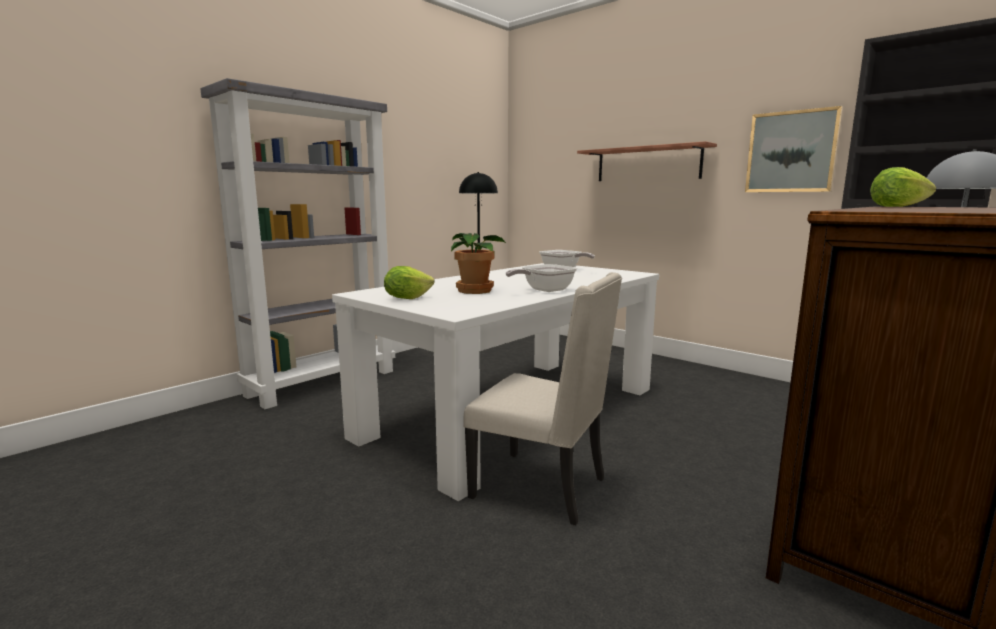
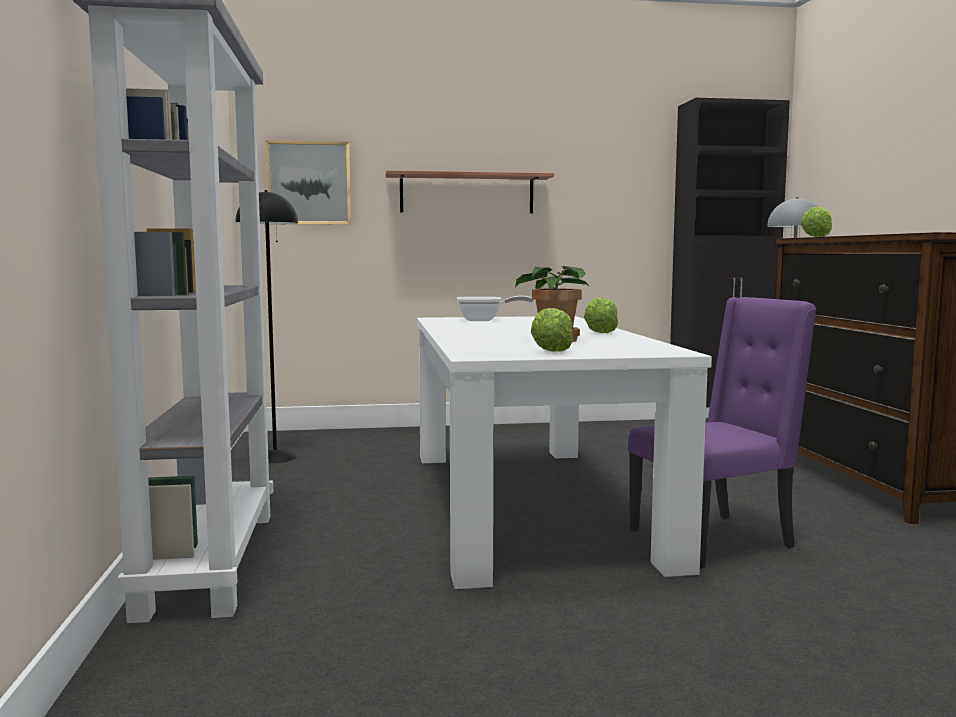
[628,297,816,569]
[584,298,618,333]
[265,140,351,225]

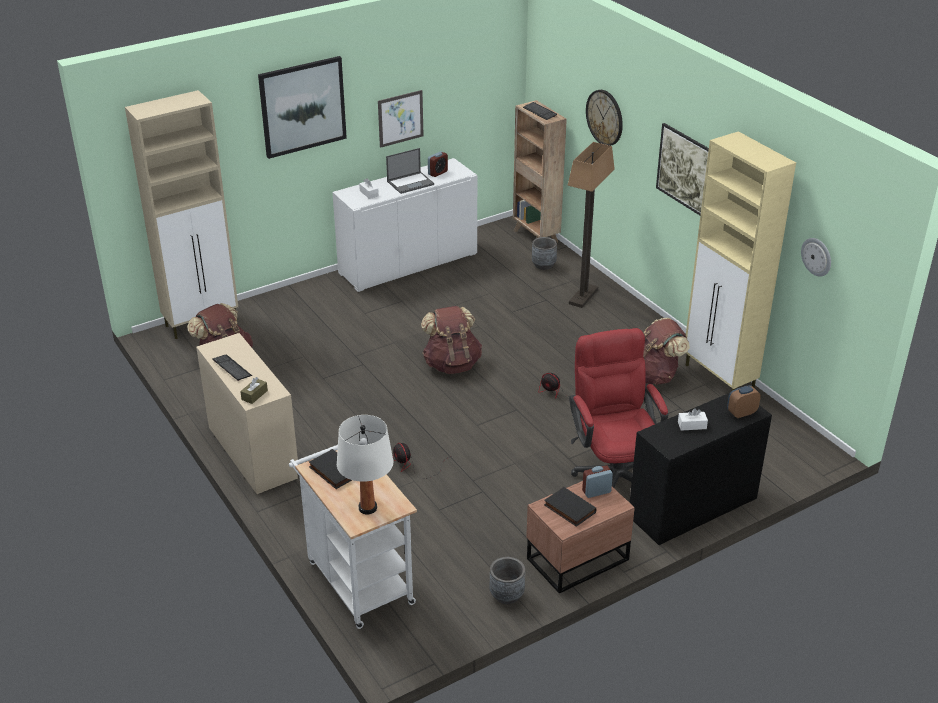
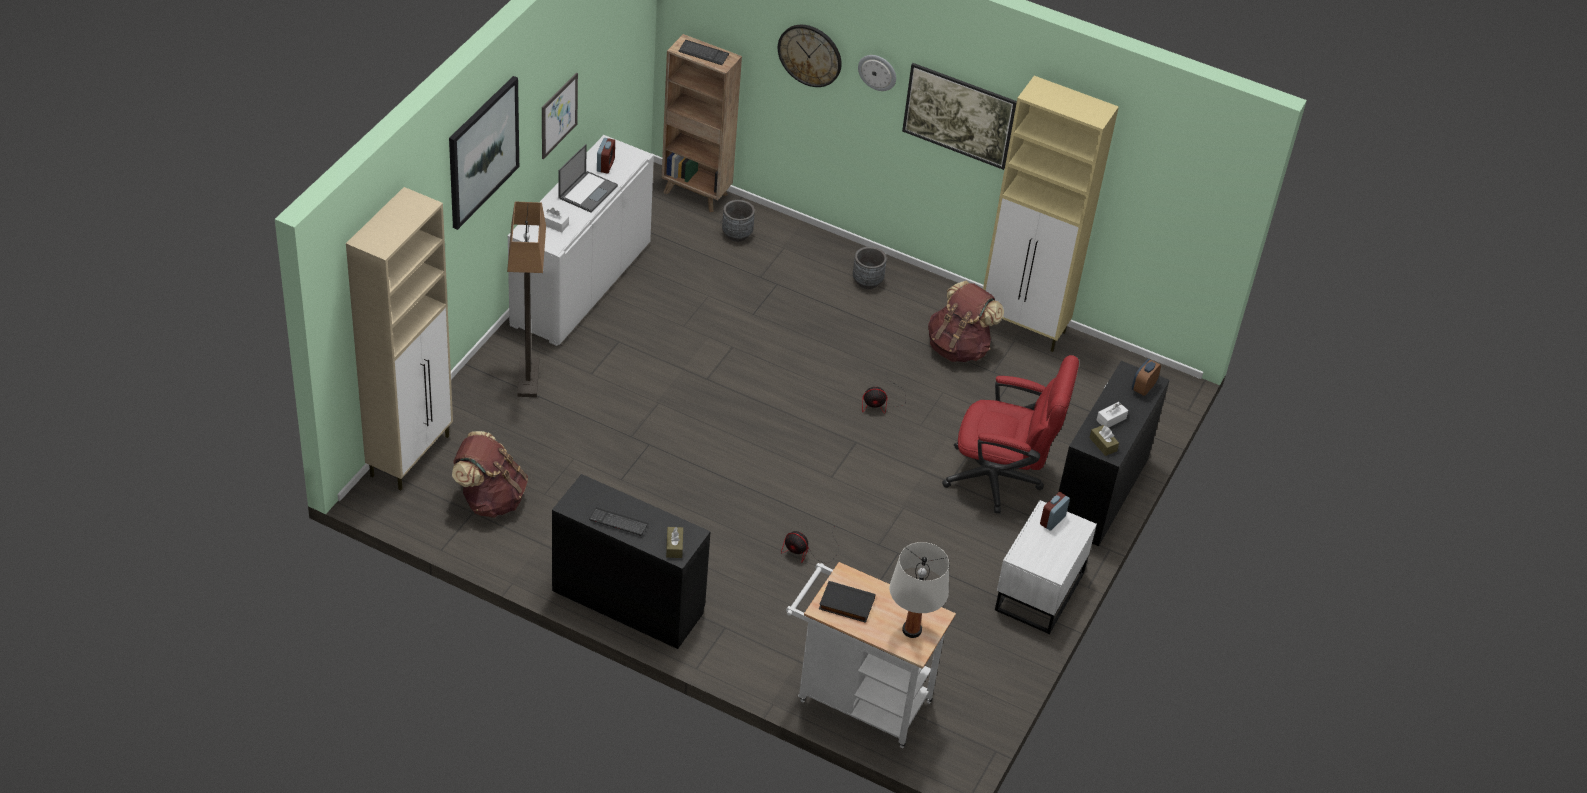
[552,474,711,649]
[421,306,482,374] (first image)
[853,247,887,289]
[995,500,1097,634]
[544,487,597,527] (first image)
[507,202,546,397]
[942,355,1079,513]
[858,55,896,91]
[1090,425,1119,456]

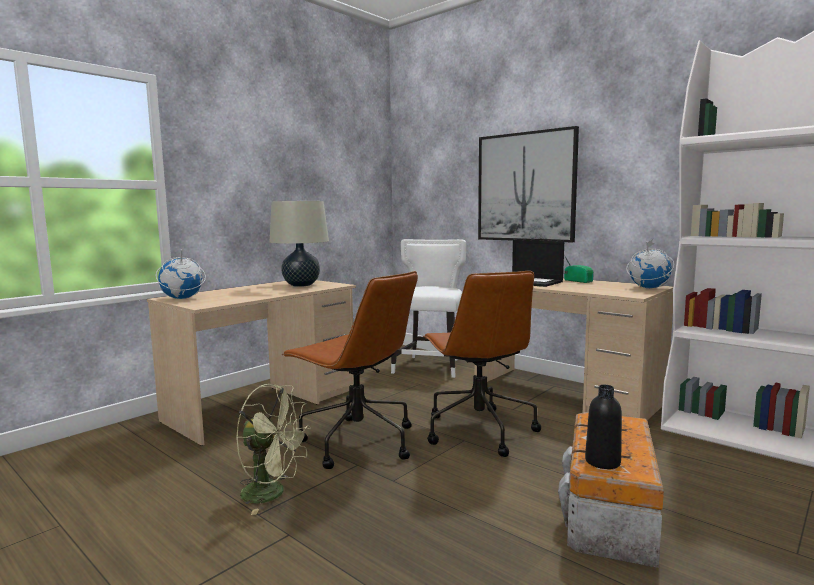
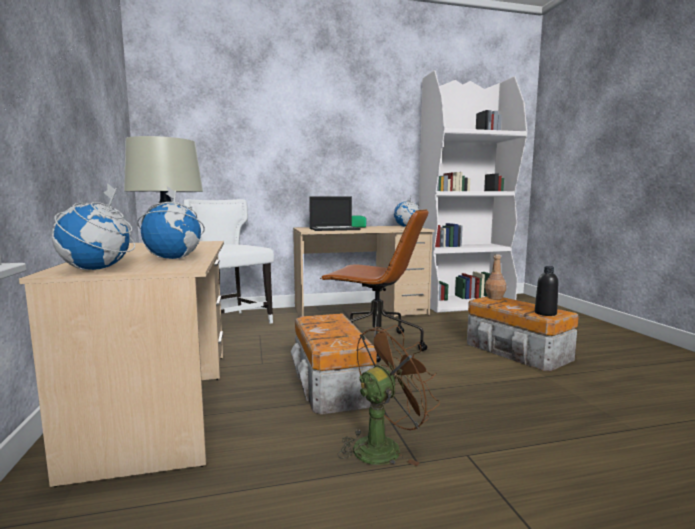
[338,325,440,466]
[291,313,377,415]
[478,126,579,242] (first image)
[137,187,205,259]
[485,254,506,299]

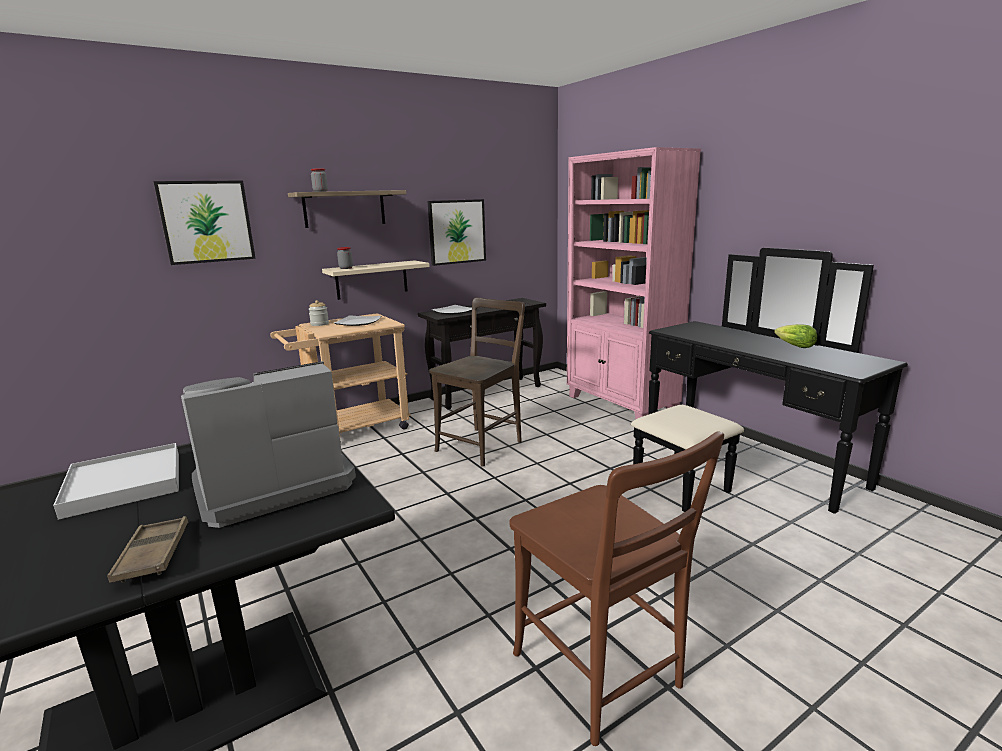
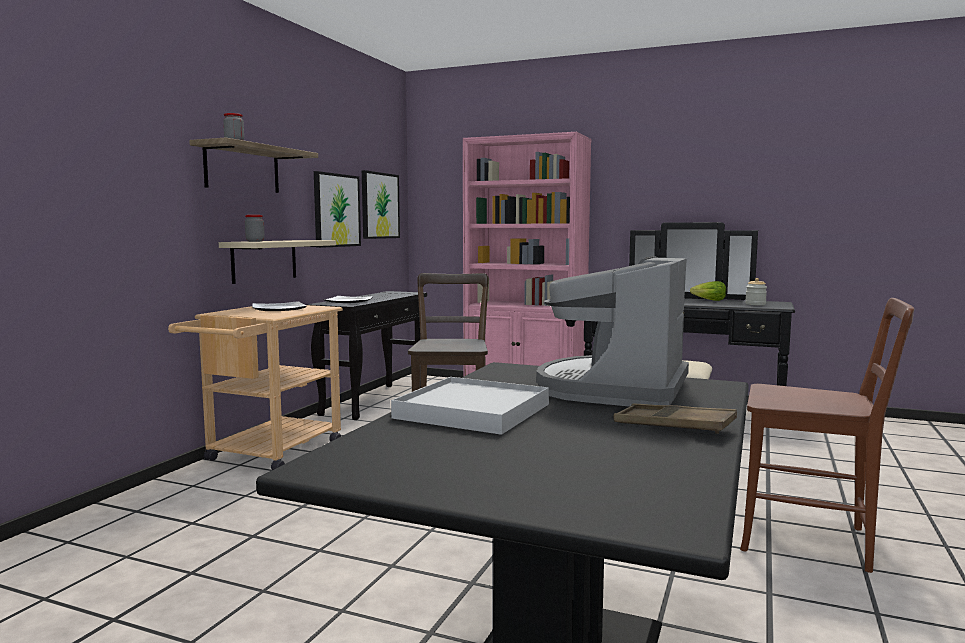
[362,170,400,239]
[745,278,767,305]

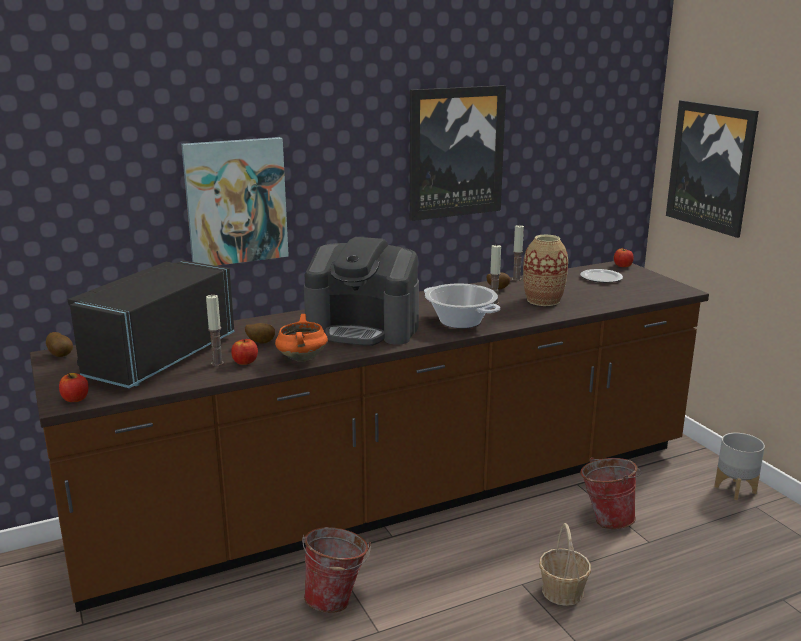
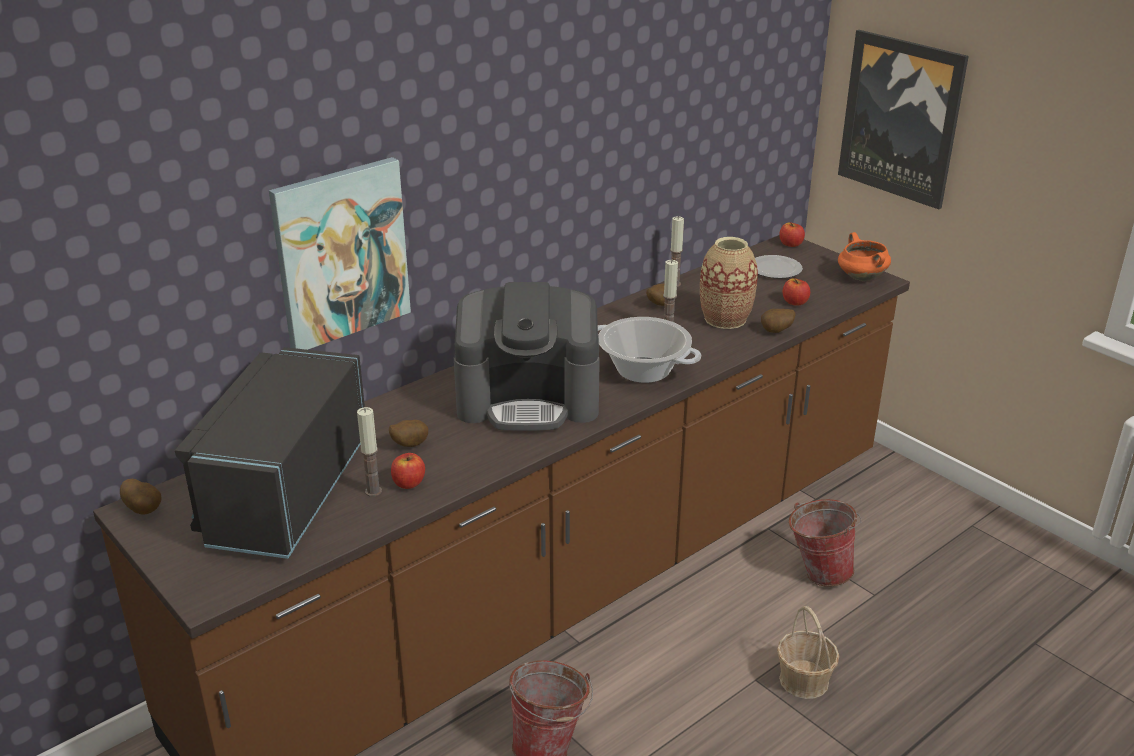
[783,278,810,306]
[838,232,891,281]
[410,85,506,221] (first image)
[714,433,765,500] (first image)
[761,309,796,333]

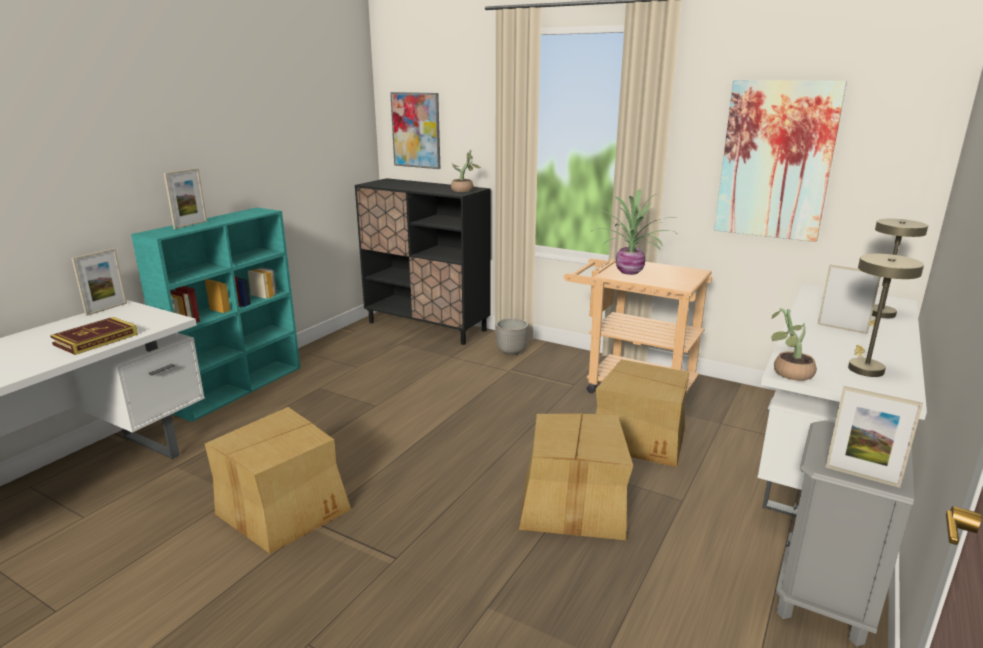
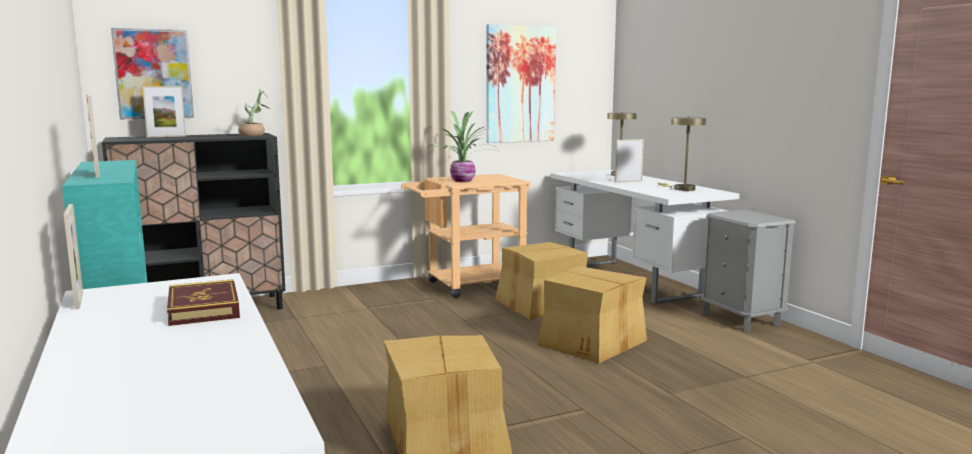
[495,318,528,356] (first image)
[771,308,817,381] (first image)
[142,86,186,137]

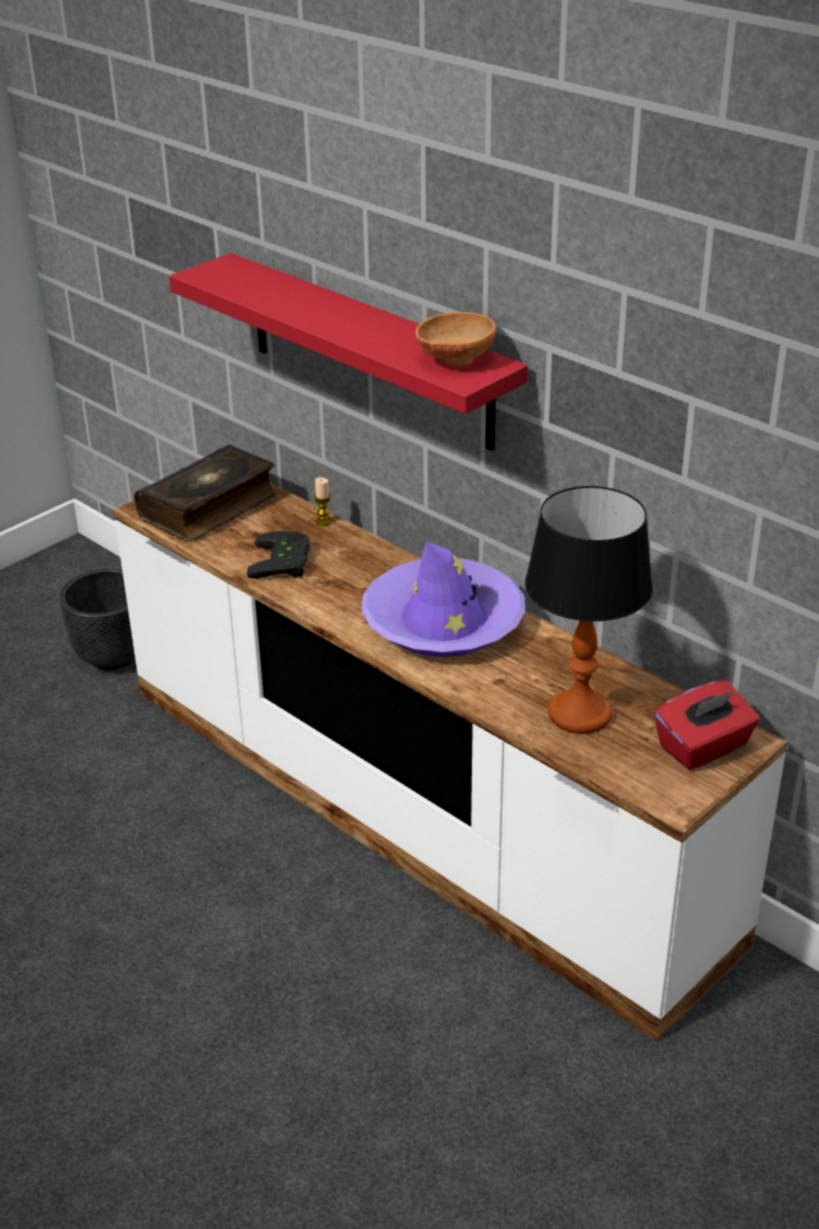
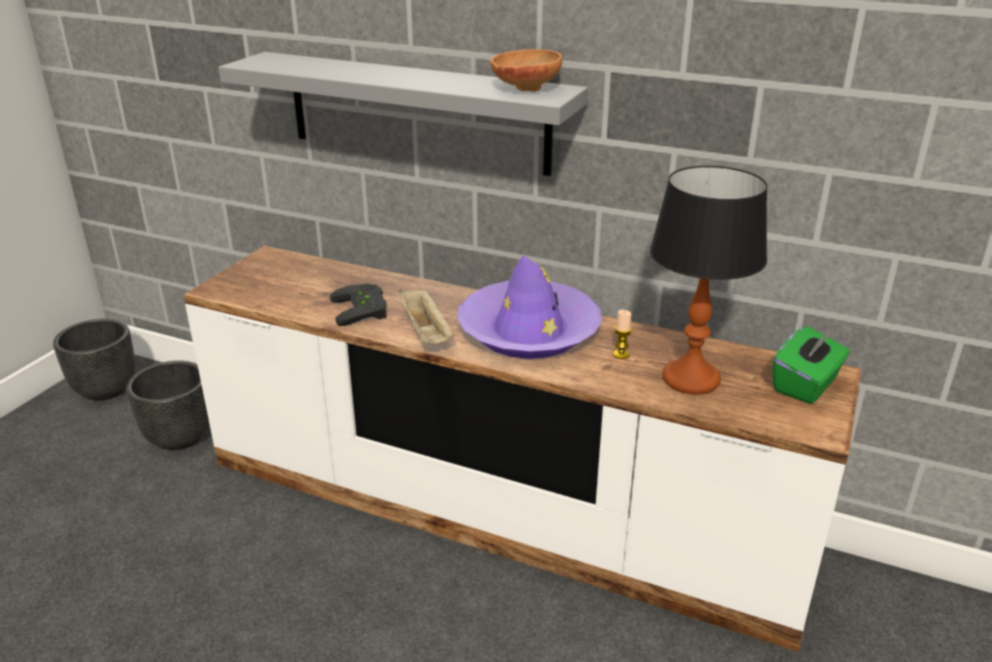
[134,445,277,542] (first image)
[218,52,588,176]
[613,310,632,359]
[772,326,850,404]
[53,319,135,401]
[399,288,455,344]

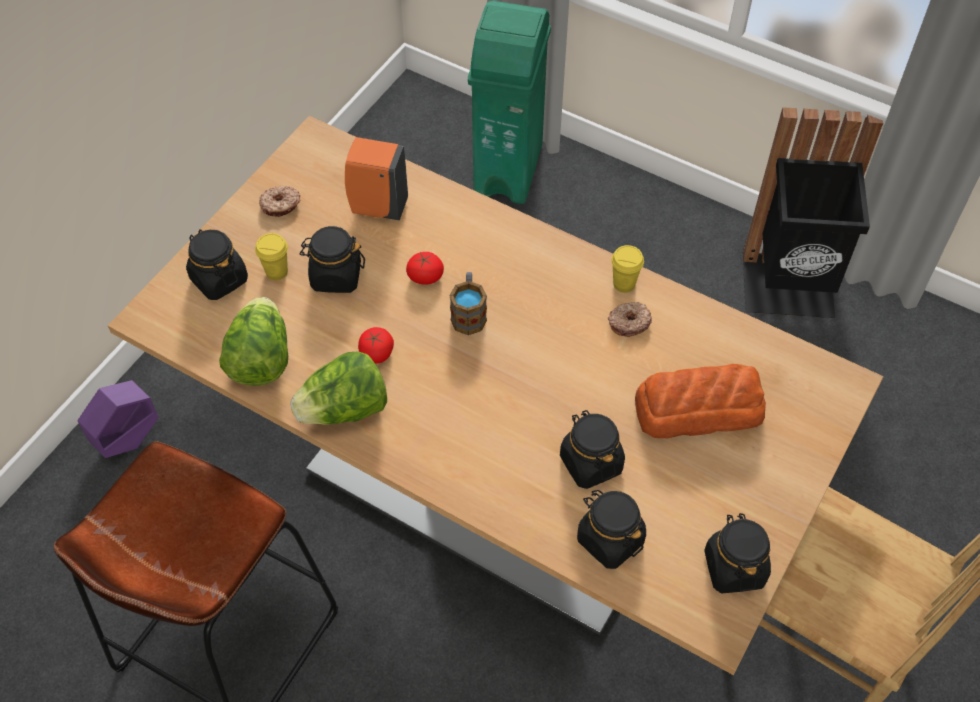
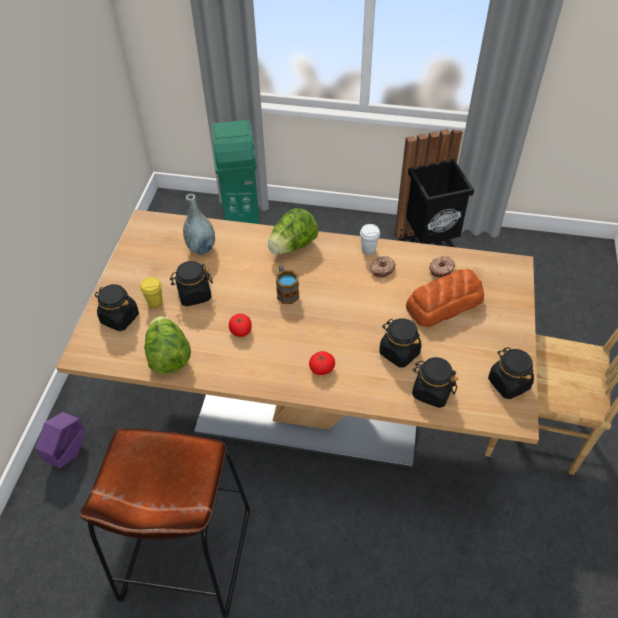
[429,256,455,277]
[268,208,318,254]
[183,194,215,255]
[309,351,335,375]
[360,224,380,254]

